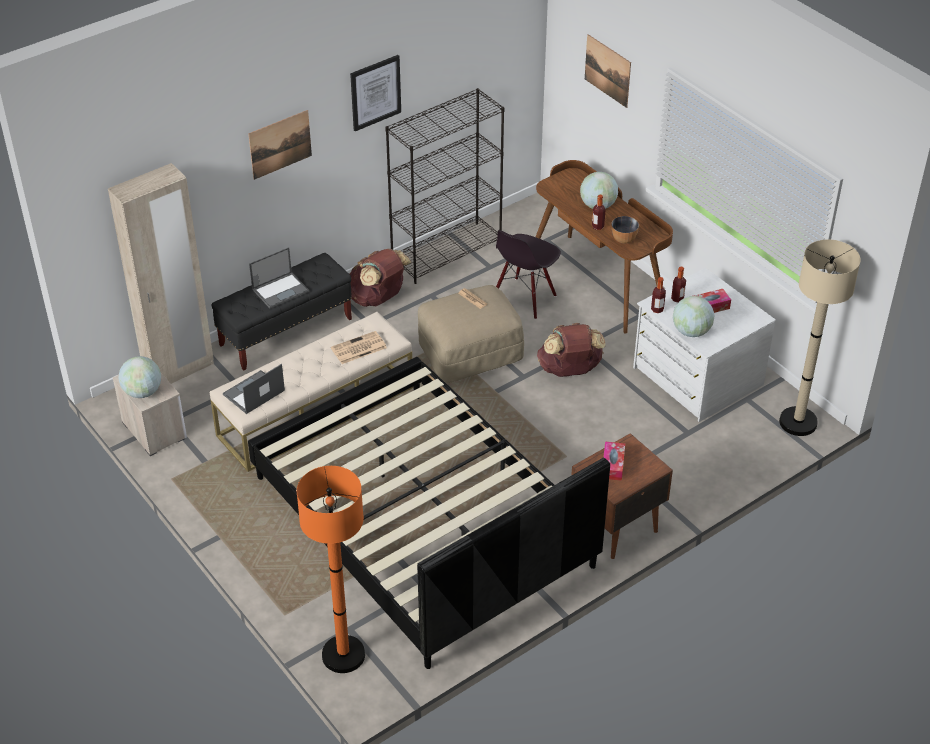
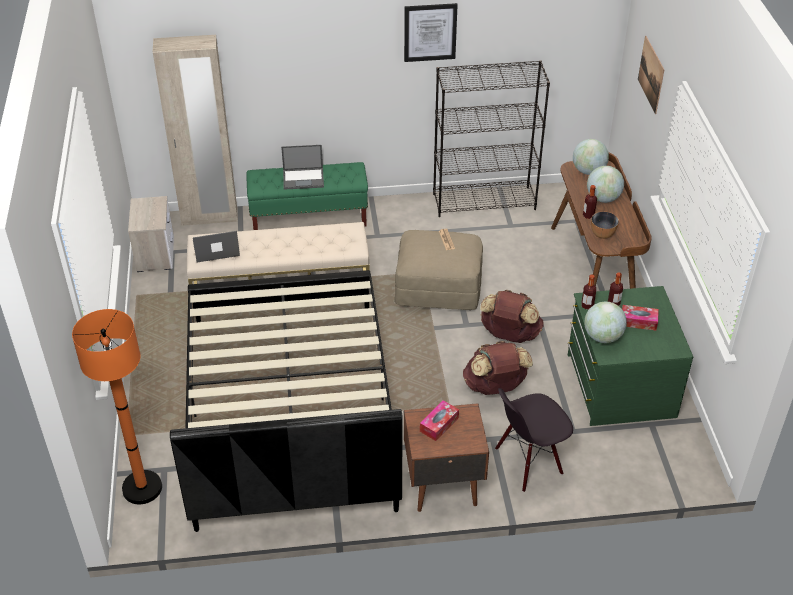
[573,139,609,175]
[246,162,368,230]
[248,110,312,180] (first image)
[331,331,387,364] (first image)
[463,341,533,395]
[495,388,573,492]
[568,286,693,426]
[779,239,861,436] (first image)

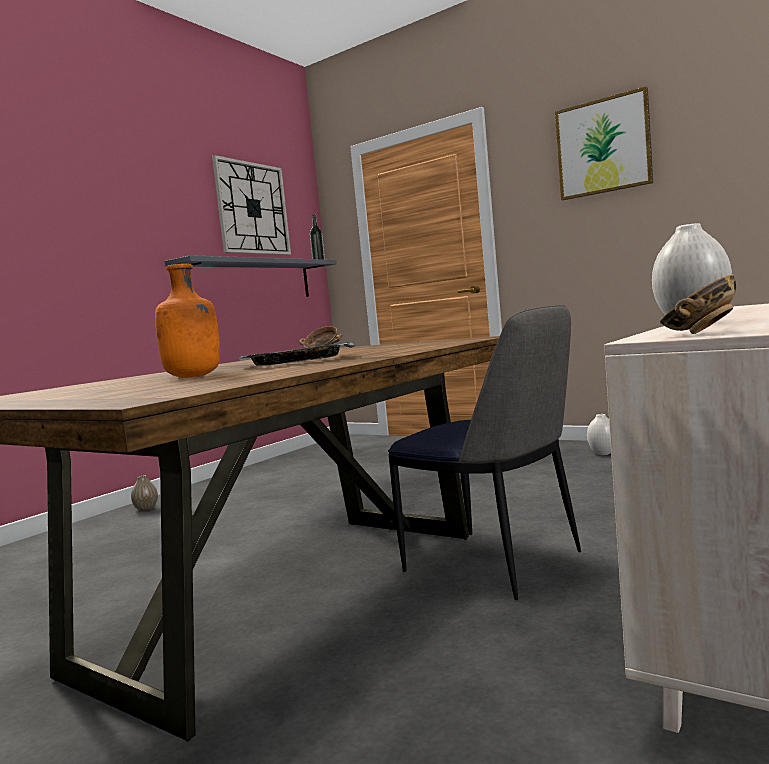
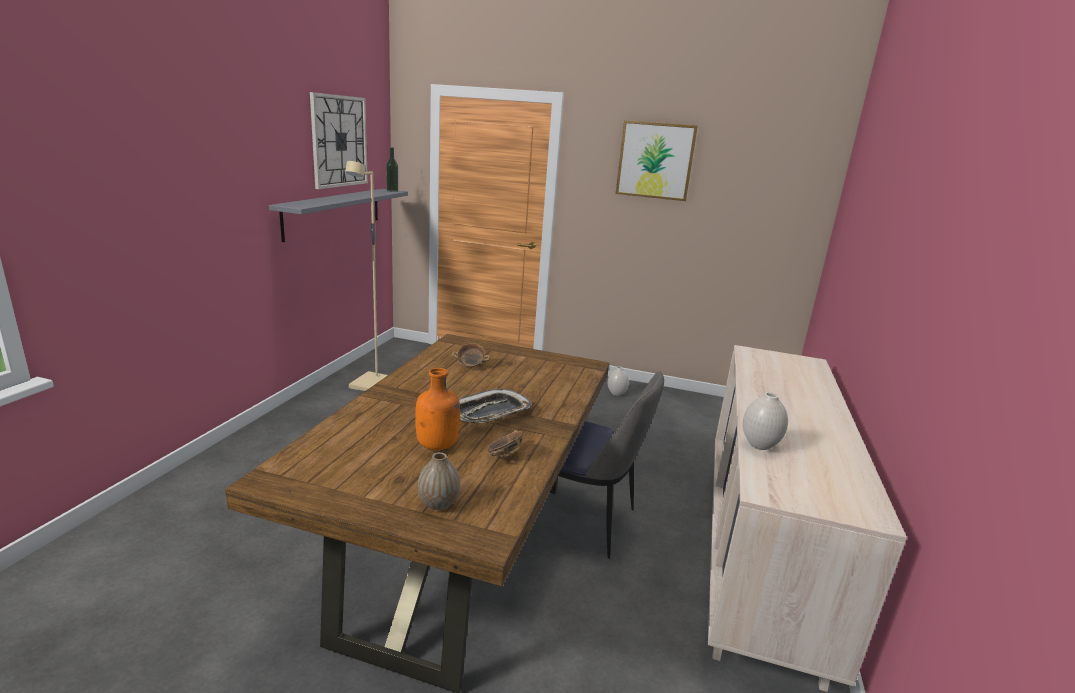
[418,452,460,510]
[487,430,523,458]
[345,161,388,391]

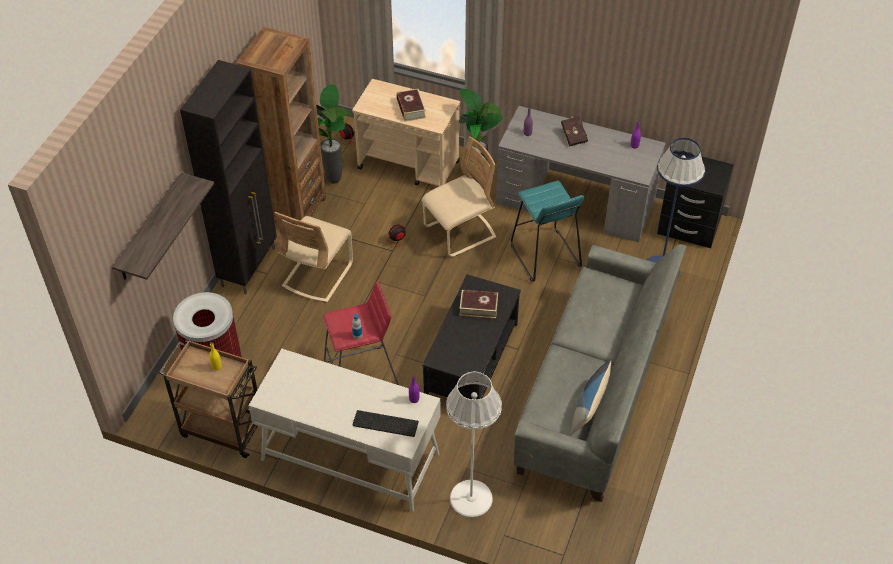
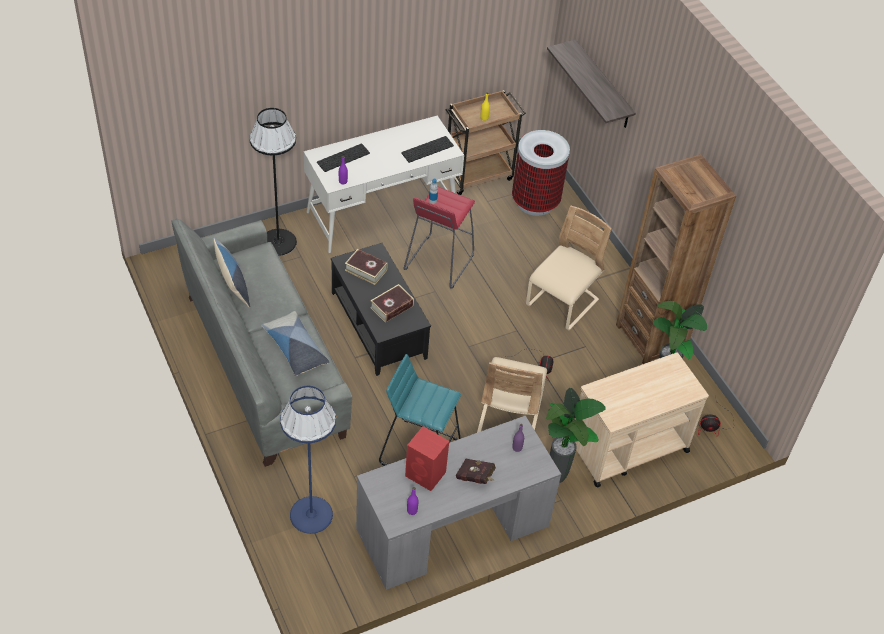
[180,60,277,294] (first image)
[526,206,612,330]
[345,249,388,285]
[249,108,297,256]
[657,154,734,248] (first image)
[262,311,329,376]
[401,136,454,163]
[405,426,449,491]

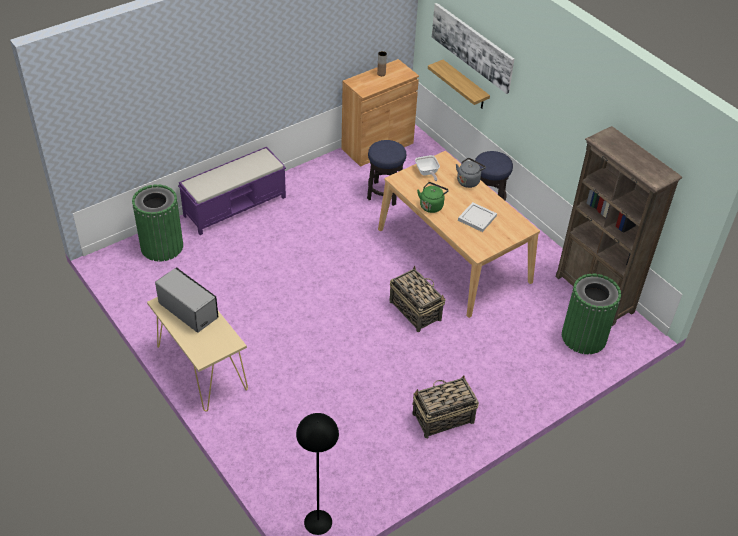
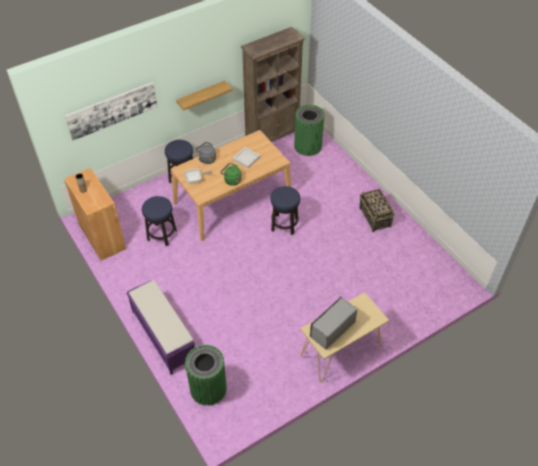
[296,413,339,535] (first image)
[270,186,300,235]
[176,81,233,111]

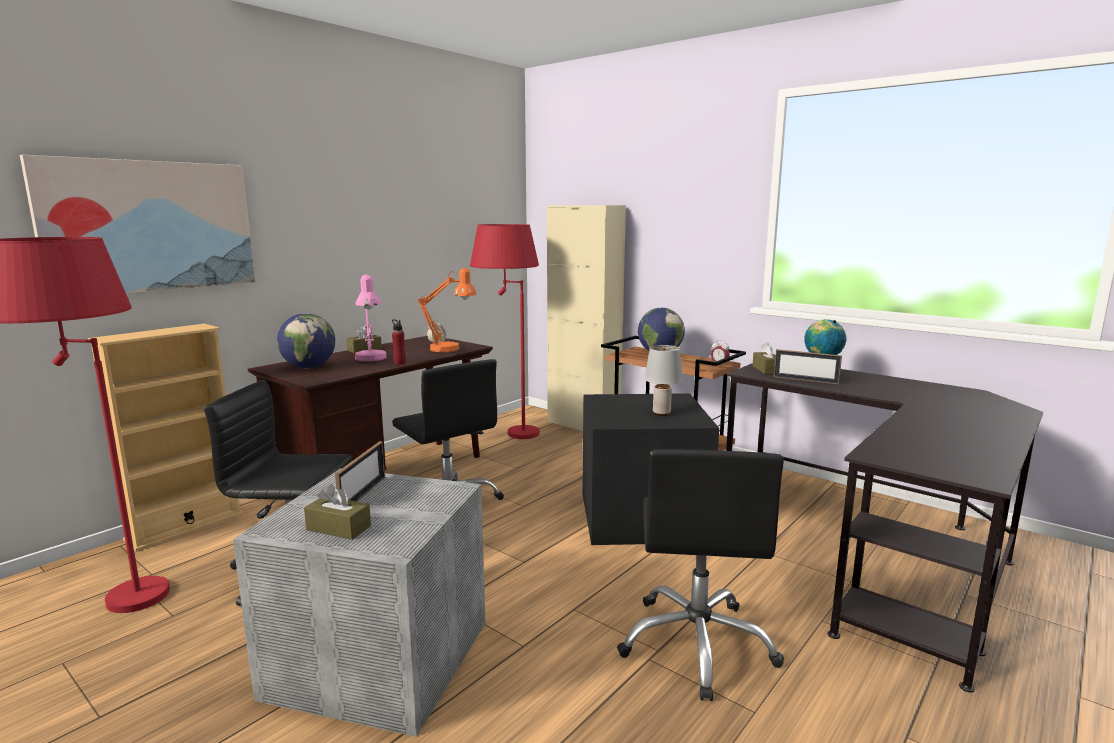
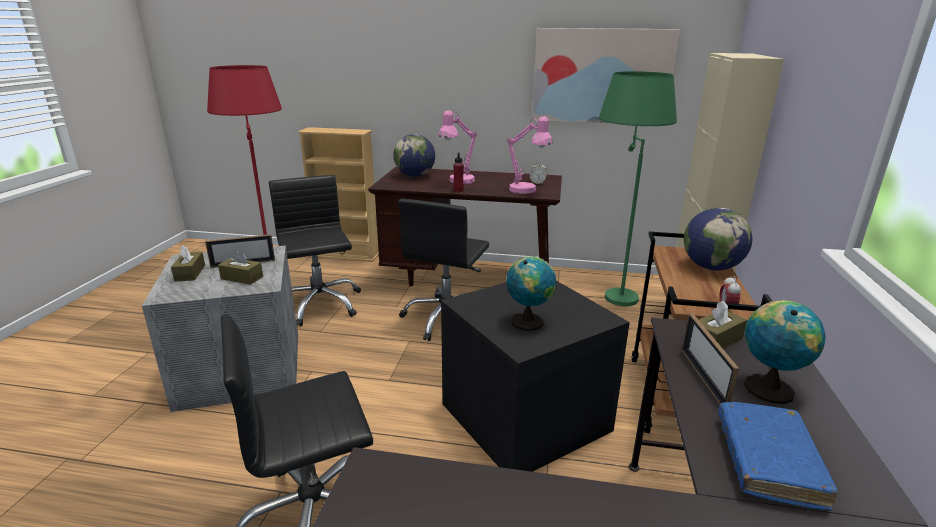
[532,28,680,123]
[218,250,263,285]
[507,116,553,194]
[599,71,677,306]
[506,256,556,330]
[718,402,838,511]

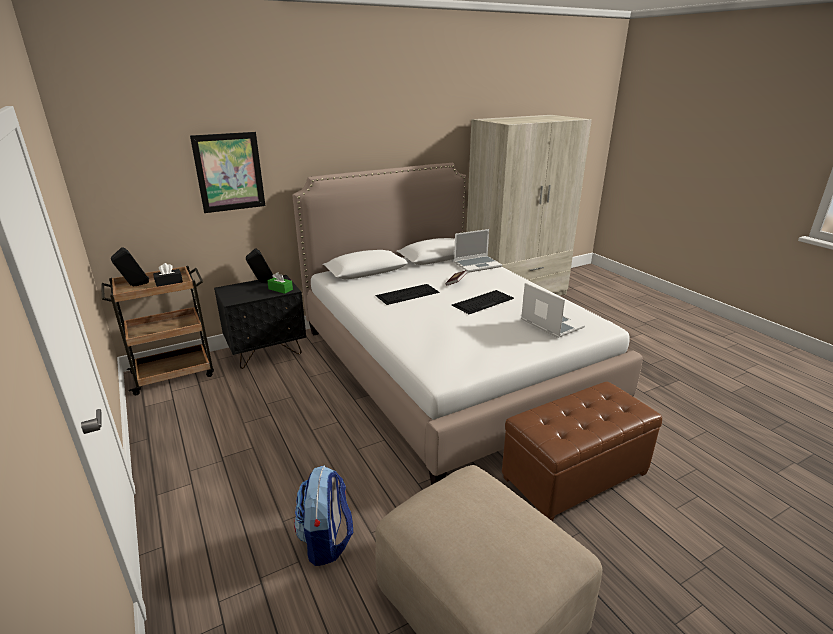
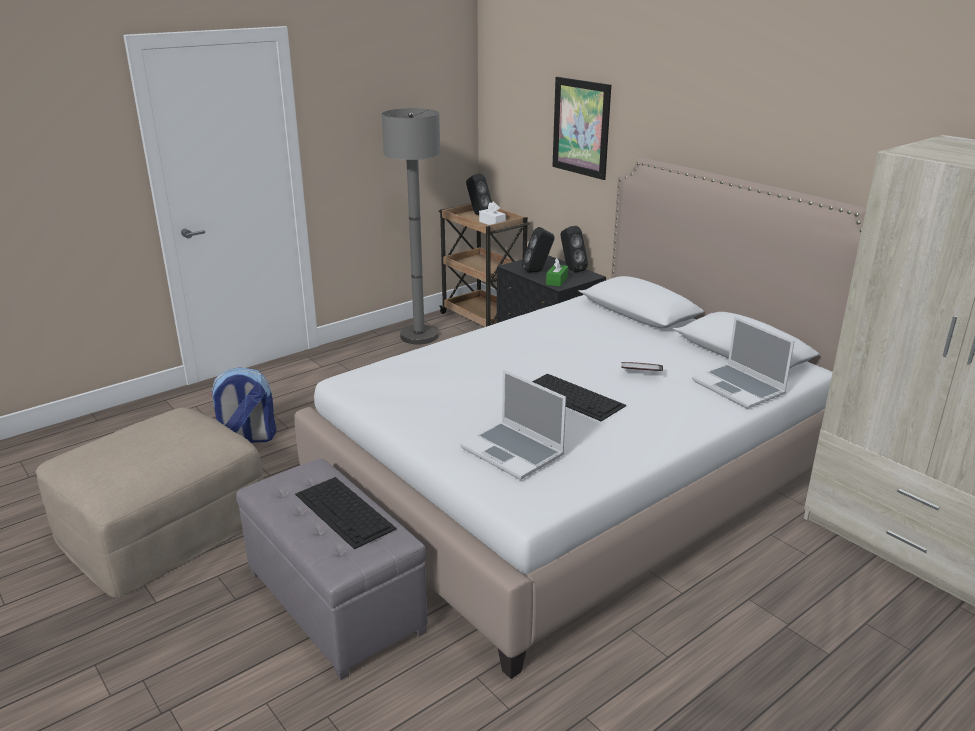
[479,202,506,225]
[295,477,397,549]
[236,458,428,680]
[460,369,566,480]
[382,108,441,344]
[522,227,554,273]

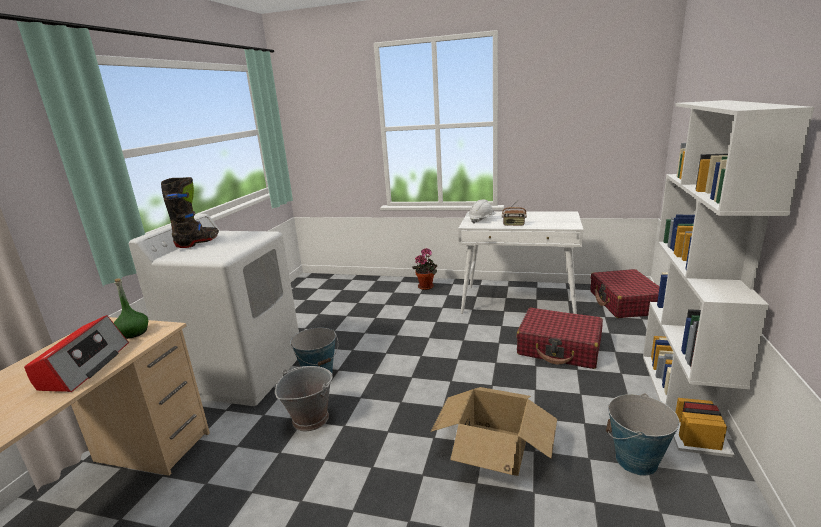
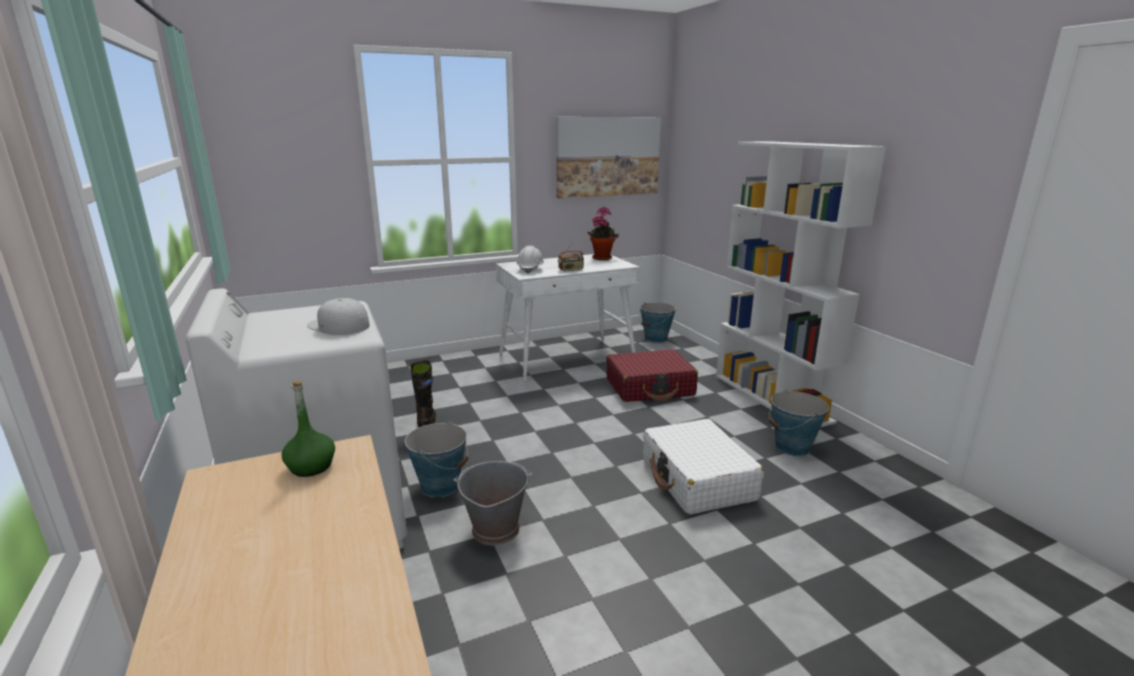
[24,315,129,392] (first image)
[410,360,436,428]
[588,206,619,260]
[643,419,764,515]
[639,302,676,343]
[307,298,370,335]
[556,117,661,198]

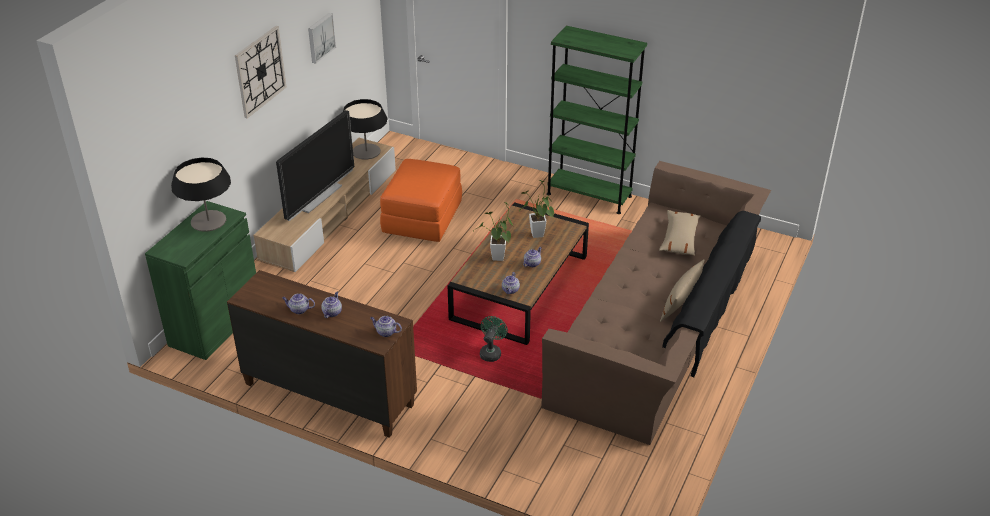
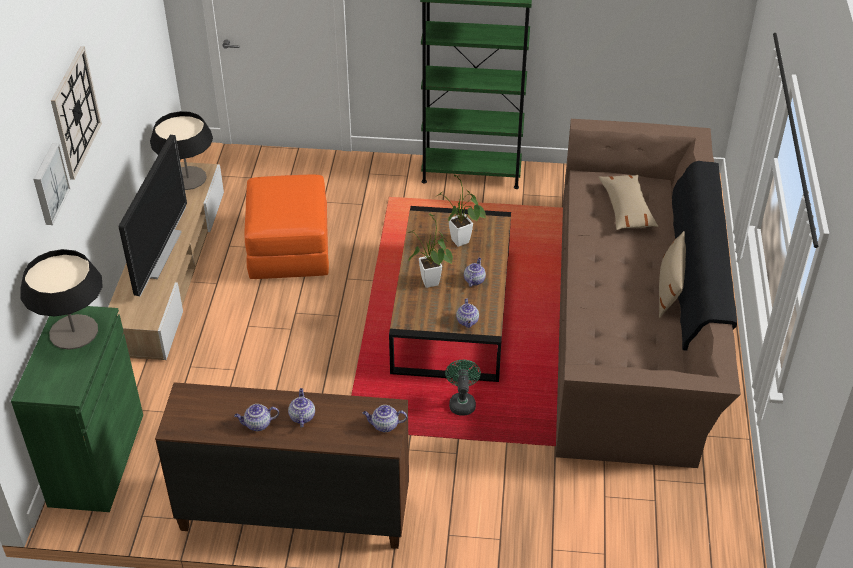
[33,143,71,225]

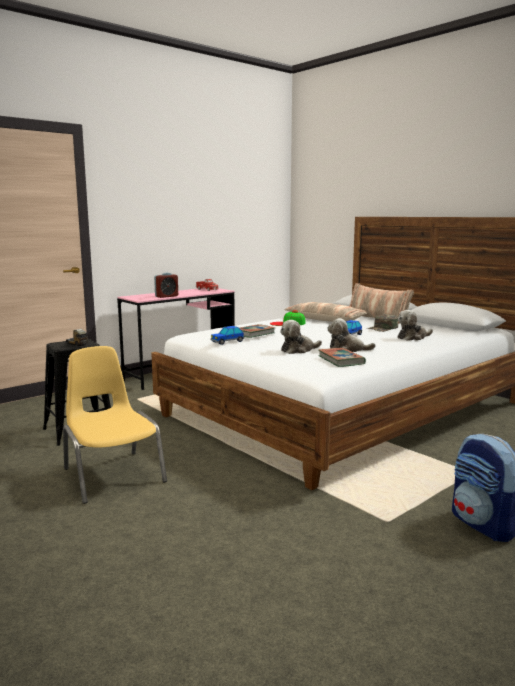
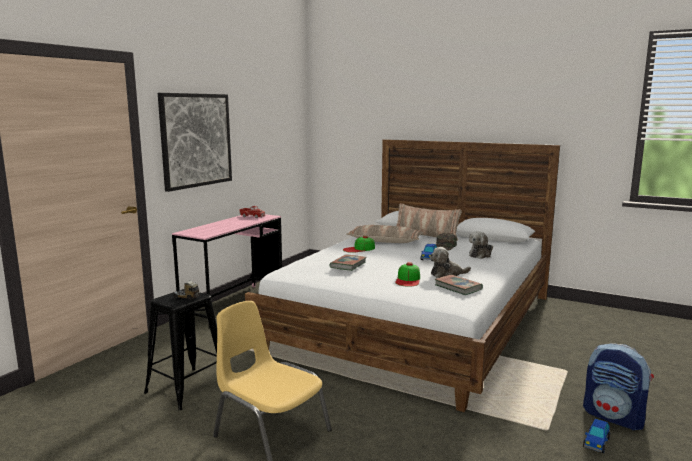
[154,273,178,298] (first image)
[583,419,610,453]
[395,262,420,287]
[158,93,232,192]

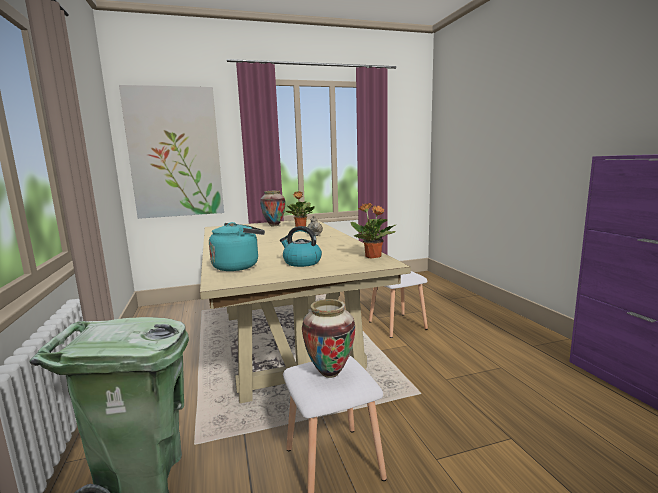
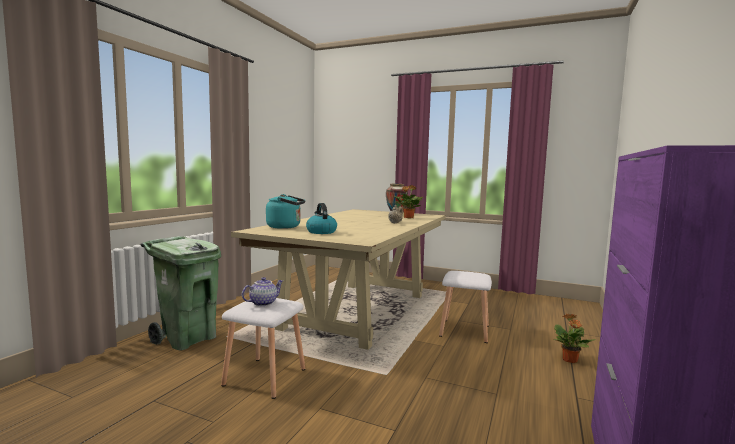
[119,85,224,219] (first image)
[242,277,283,306]
[554,313,596,363]

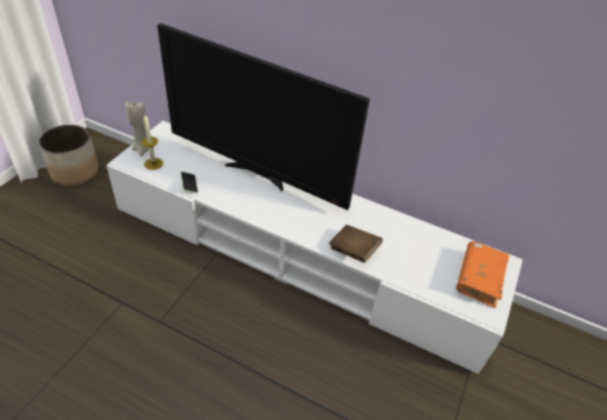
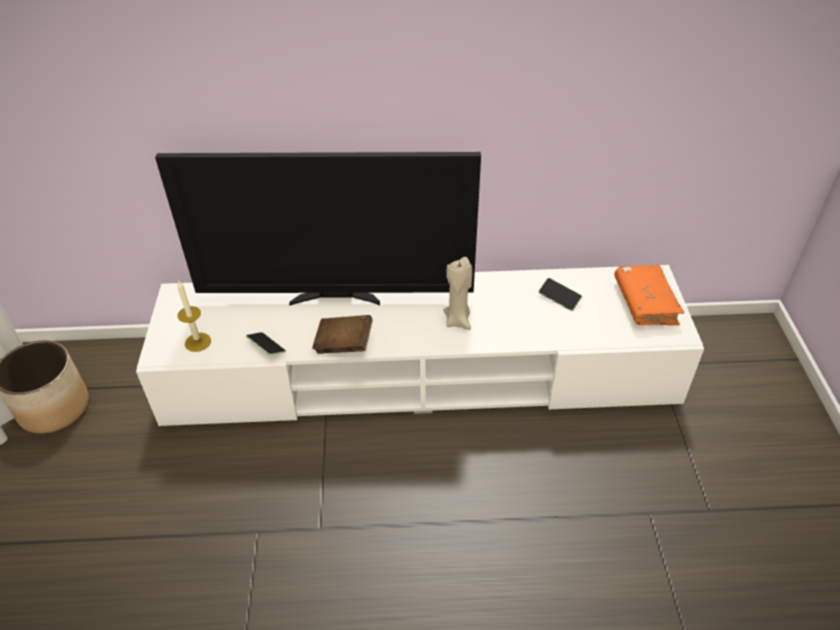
[443,257,472,330]
[312,315,373,354]
[539,278,582,311]

